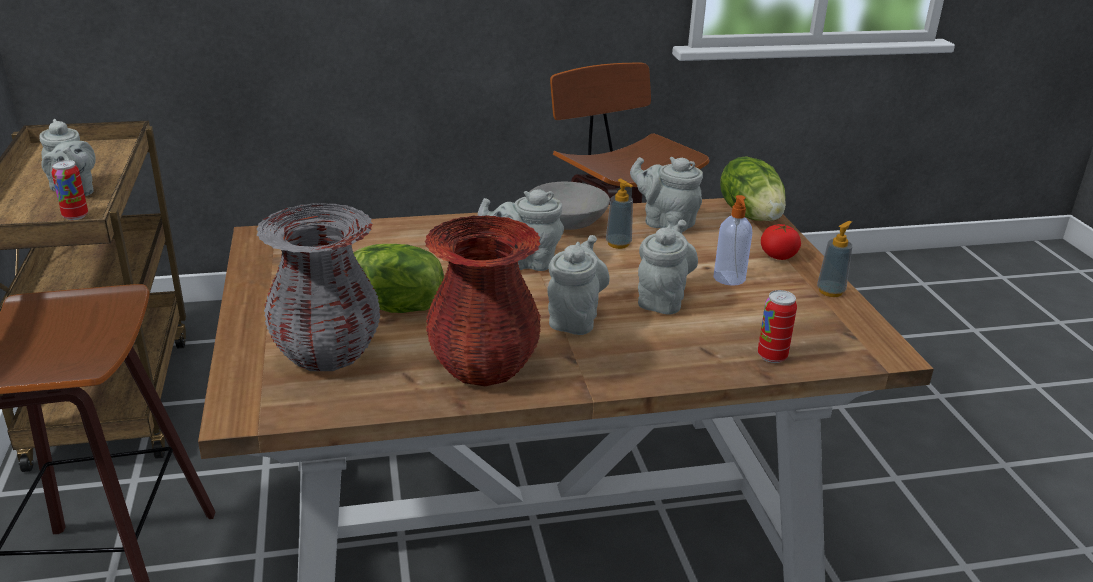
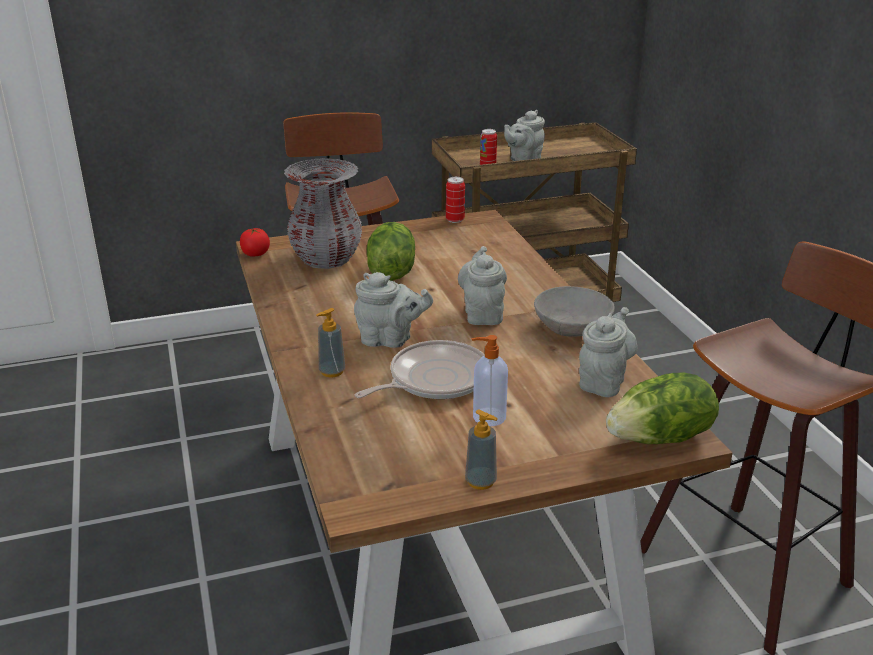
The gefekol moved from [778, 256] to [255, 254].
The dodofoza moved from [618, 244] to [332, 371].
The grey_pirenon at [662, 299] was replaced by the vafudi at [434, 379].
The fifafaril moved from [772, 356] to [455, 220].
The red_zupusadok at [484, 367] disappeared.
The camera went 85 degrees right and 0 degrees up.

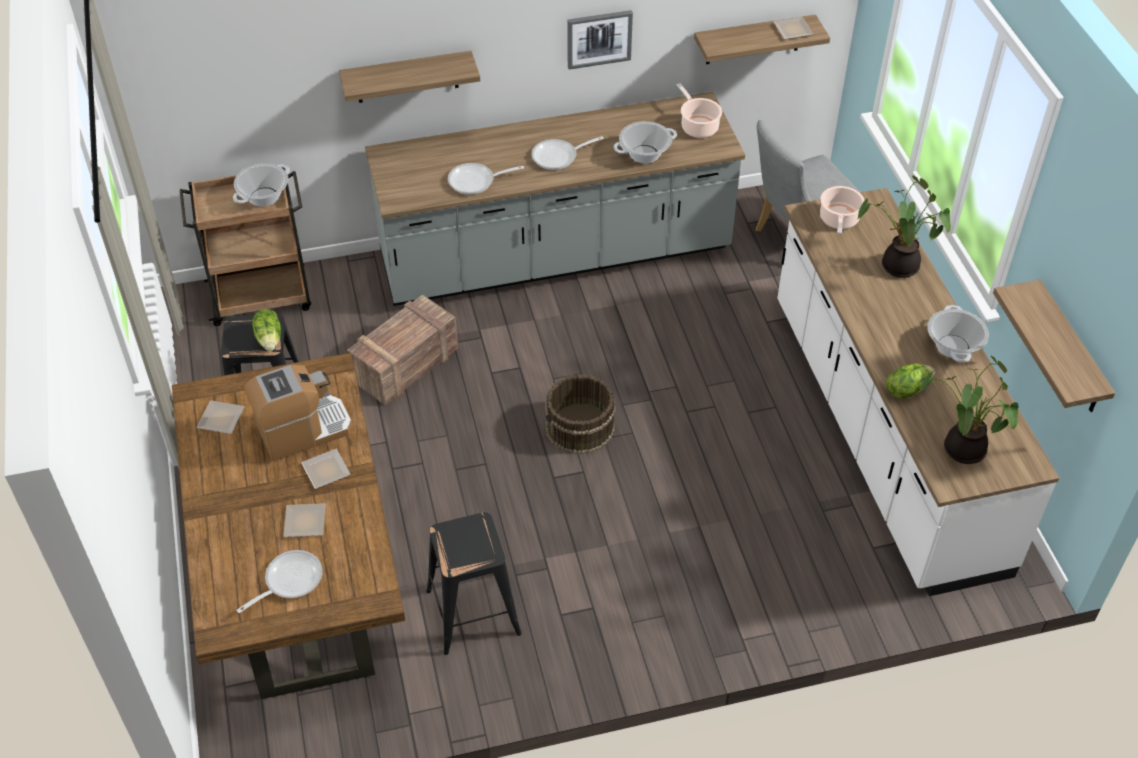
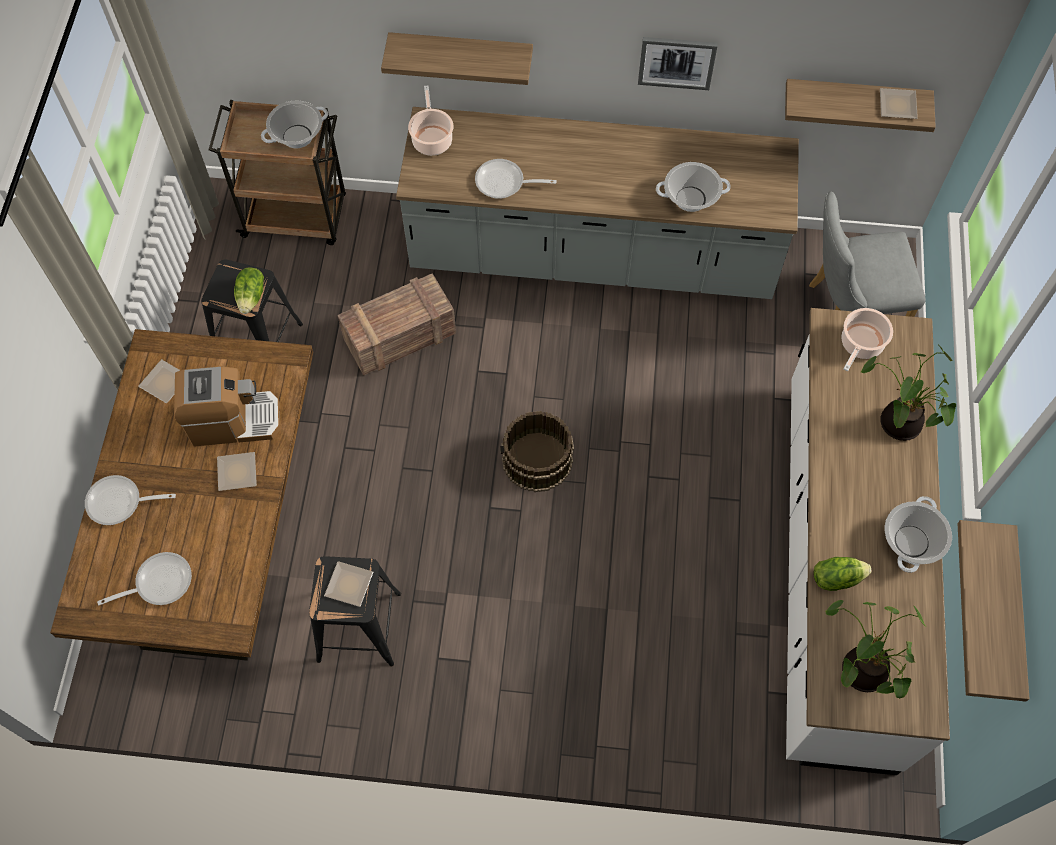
The vafudi moved from [558, 157] to [120, 503].
The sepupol moved from [303, 523] to [347, 585].
The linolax moved from [698, 126] to [432, 139].
The camera went 20 degrees right and 15 degrees up.

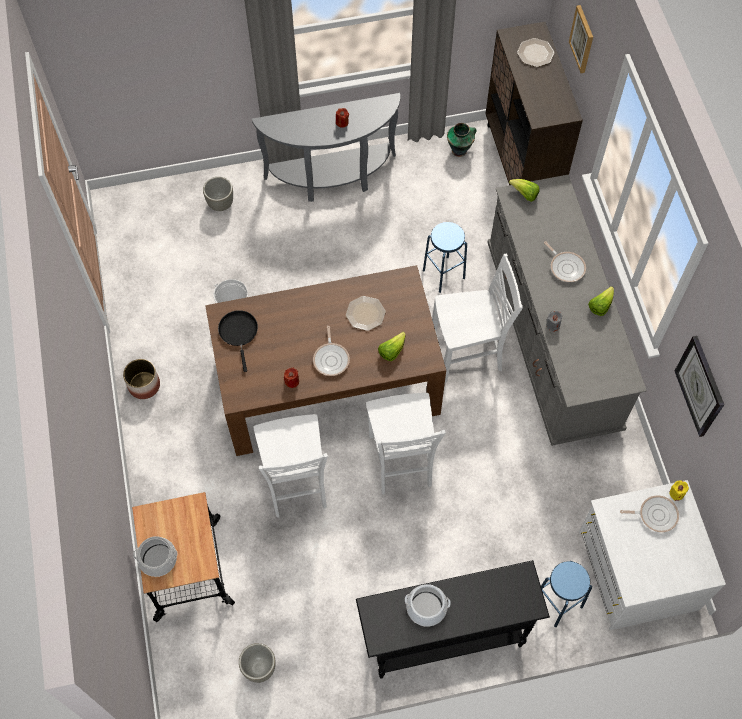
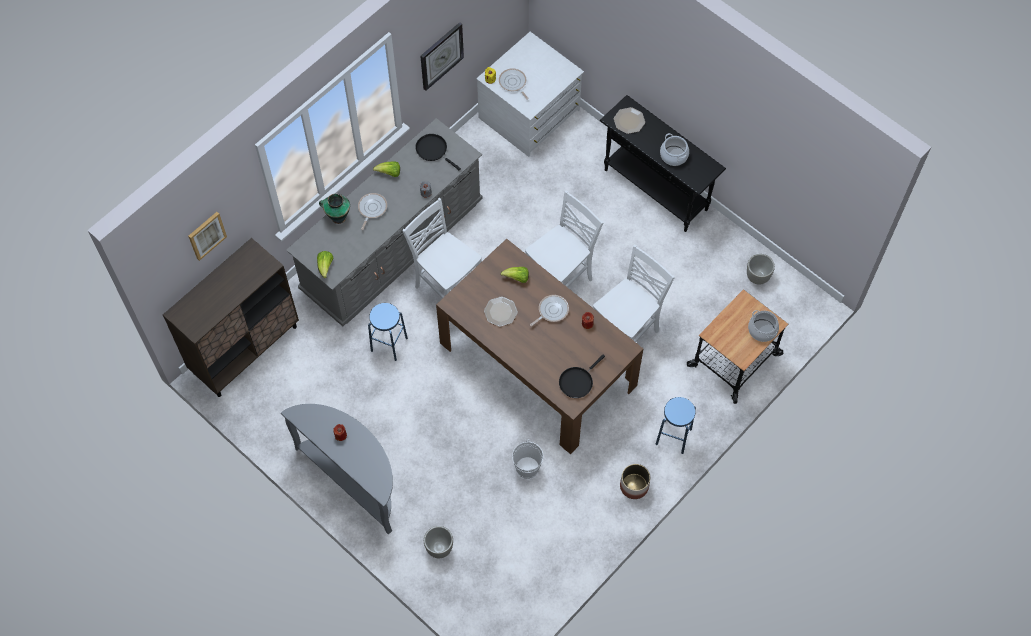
The zupusadok moved from [460, 150] to [338, 217].
The black_vafudi at [433, 150] appeared.
The sepupol moved from [536, 53] to [629, 120].
The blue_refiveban moved from [557, 602] to [673, 436].
The camera went 125 degrees left and 0 degrees up.

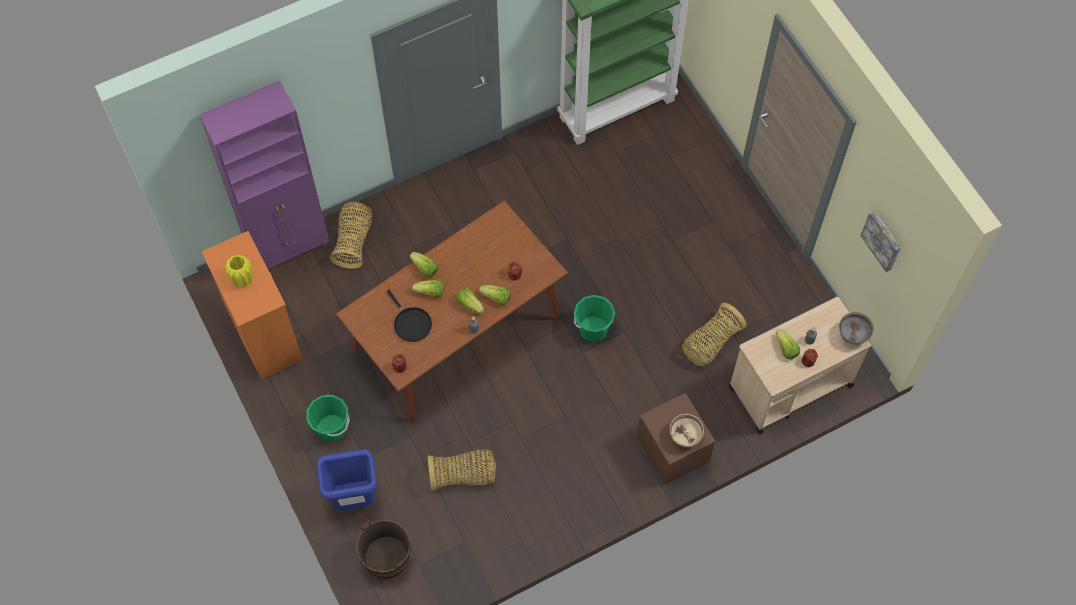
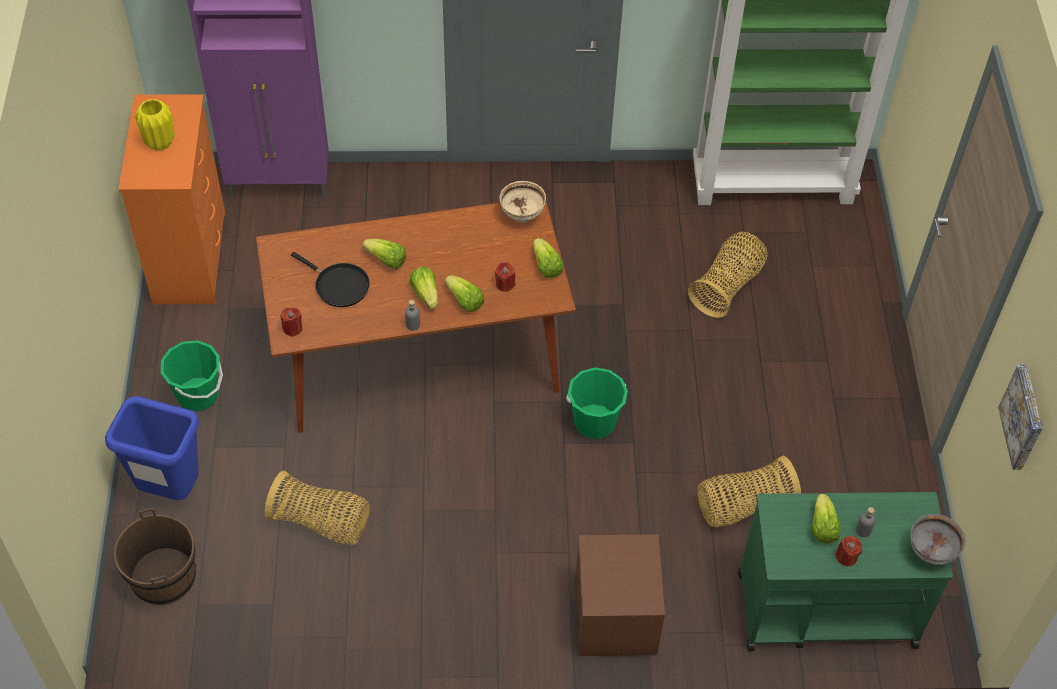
The black_vafudi at [411, 323] turned 45 degrees counterclockwise.
The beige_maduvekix moved from [684, 437] to [521, 215].
The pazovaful moved from [425, 268] to [546, 266].
The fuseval moved from [354, 241] to [727, 286].
The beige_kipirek at [789, 386] became the green_kipirek at [825, 609].
The camera went 25 degrees right and 10 degrees down.

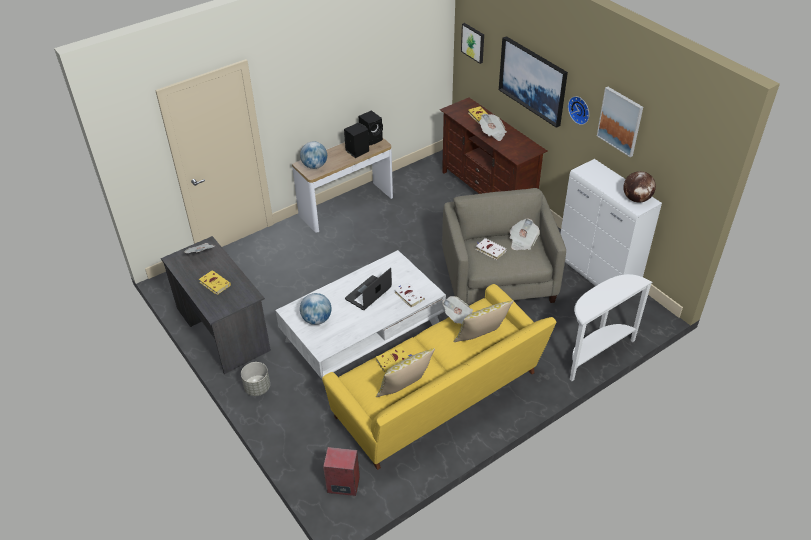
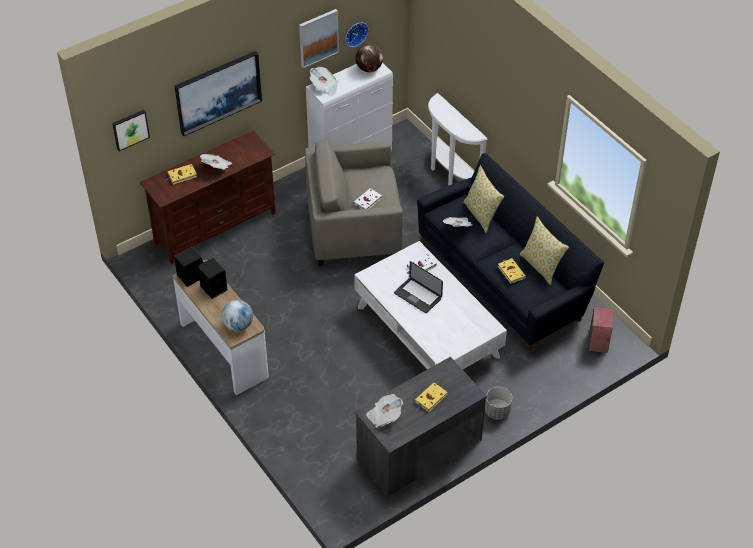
The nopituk moved from [522, 241] to [324, 86].
The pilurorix moved from [580, 109] to [355, 33].
The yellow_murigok at [440, 398] became the black_murigok at [503, 277].
The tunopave at [317, 319] disappeared.
The camera went 90 degrees left and 5 degrees up.

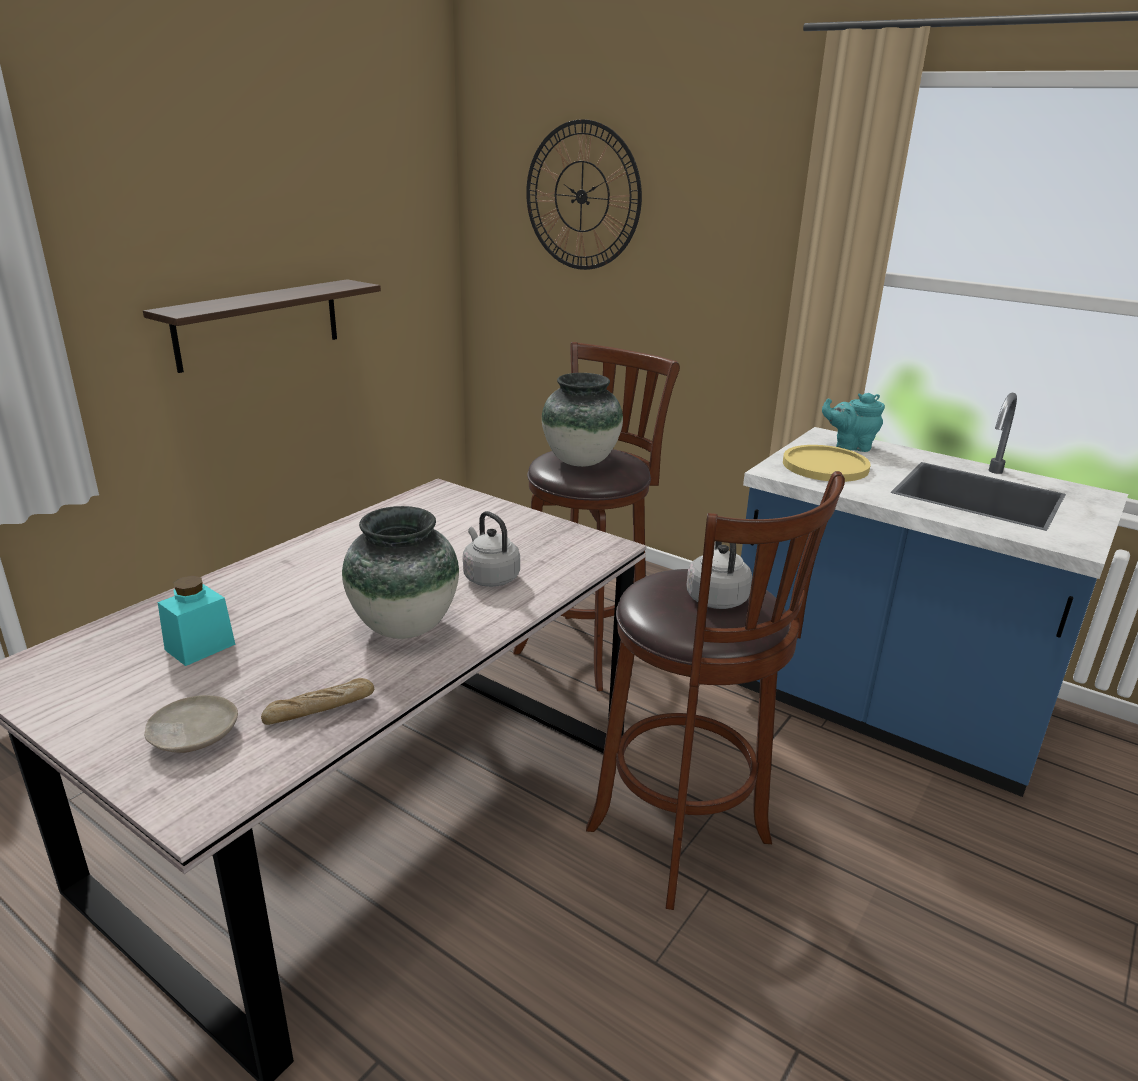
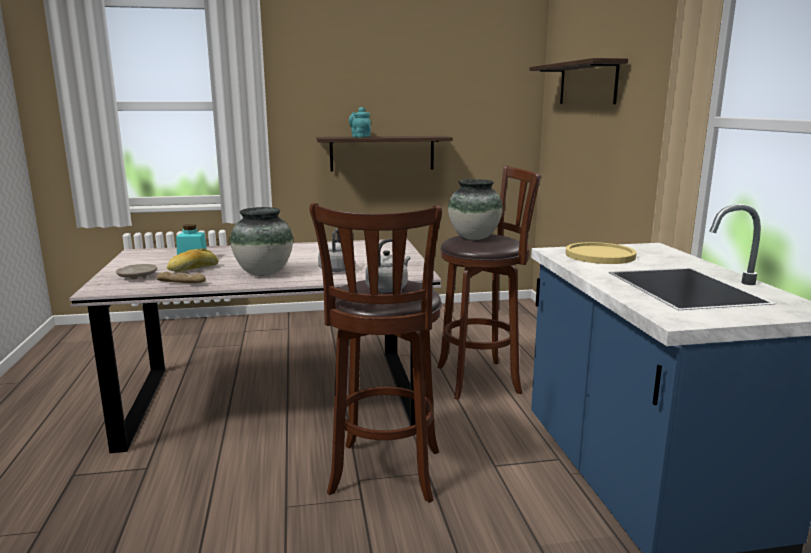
The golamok at [193, 269] appeared.
The turquoise_pirenon moved from [850, 446] to [360, 137].
The pilurorix at [582, 196] was replaced by the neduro at [587, 83].
The camera went 45 degrees right and 10 degrees down.

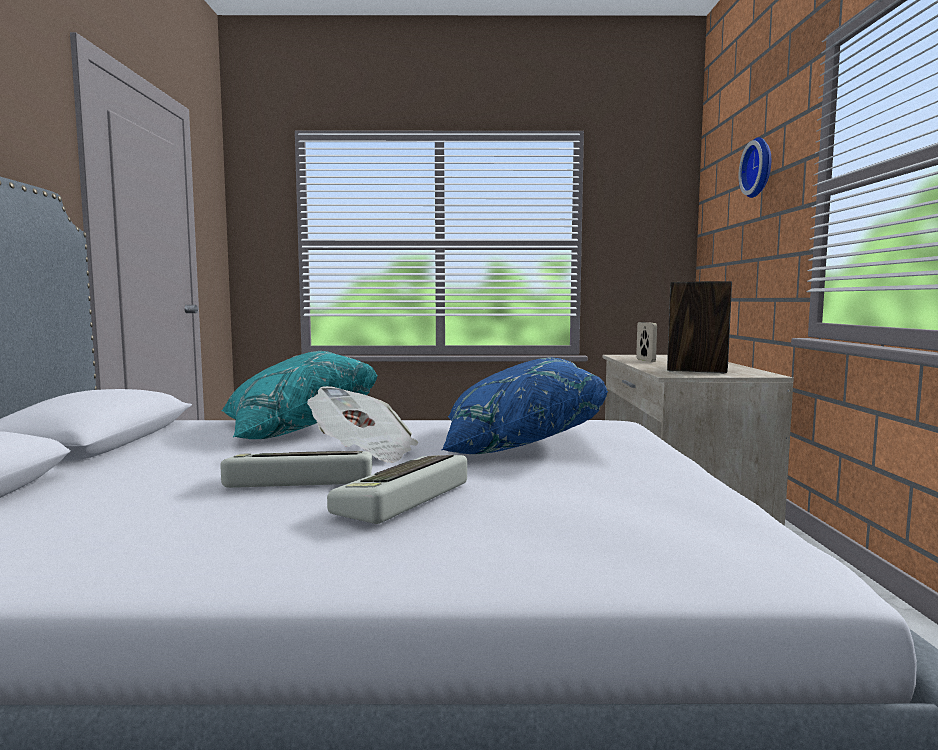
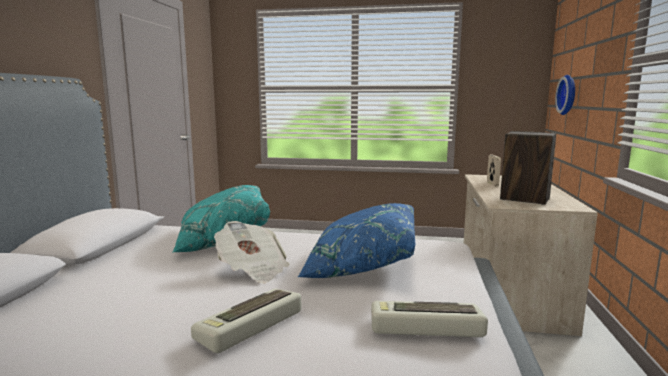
The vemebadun moved from [298, 480] to [425, 327].
The pilurorix moved from [760, 168] to [569, 95].
The camera went 10 degrees right and 5 degrees up.

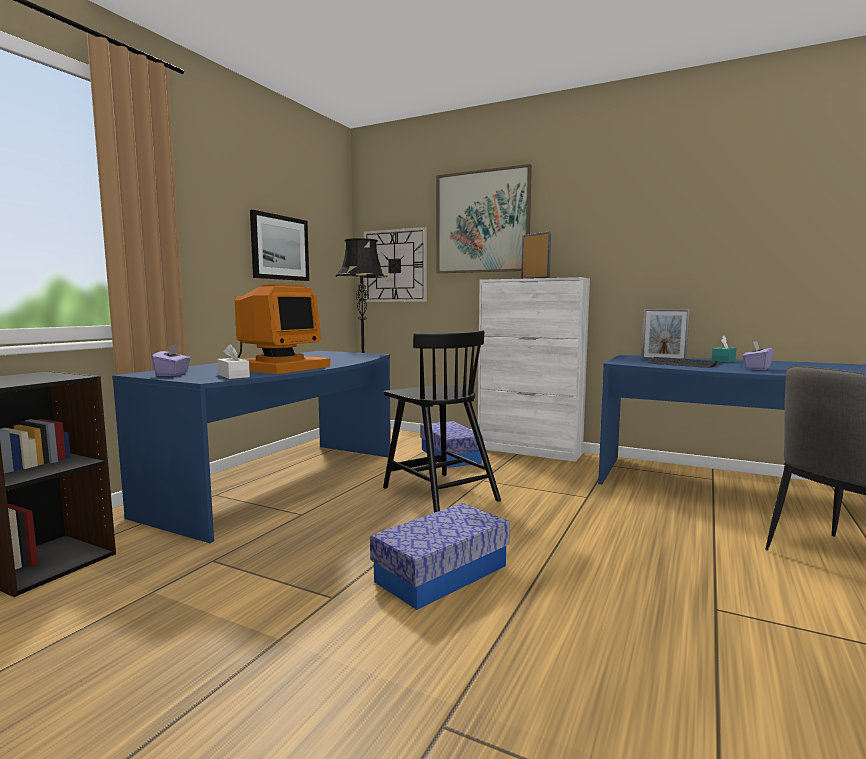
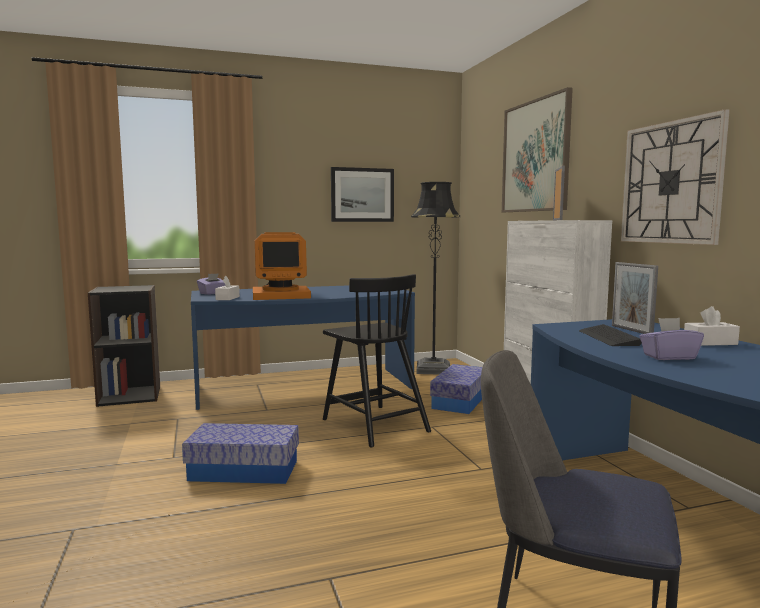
The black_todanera at [439, 493] turned 45 degrees counterclockwise.
The pilurorix moved from [395, 266] to [671, 183].
The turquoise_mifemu at [723, 361] became the white_mifemu at [710, 343].
The camera went 45 degrees right and 0 degrees up.

